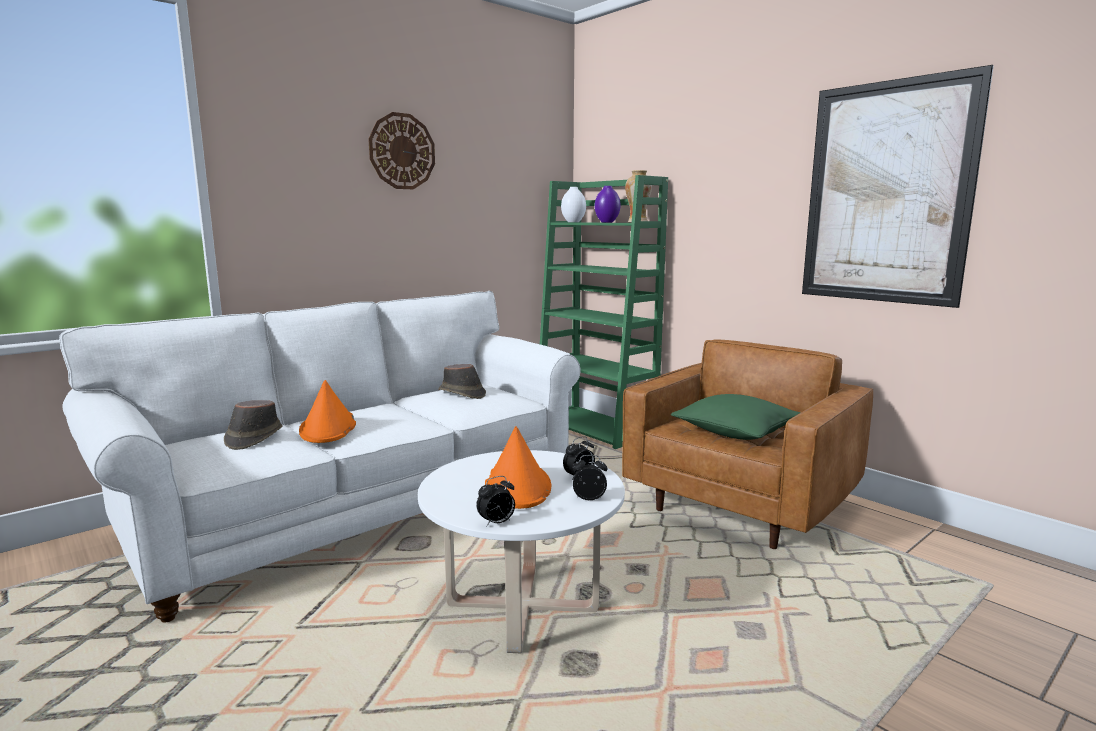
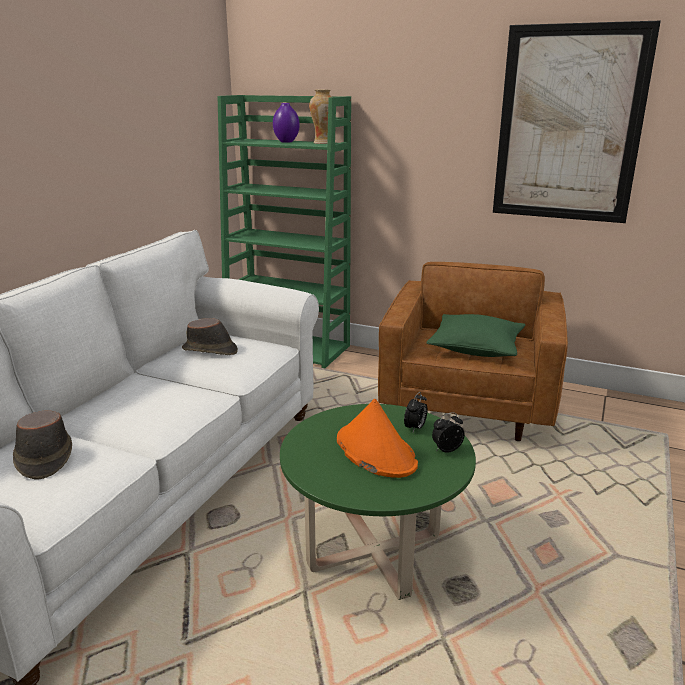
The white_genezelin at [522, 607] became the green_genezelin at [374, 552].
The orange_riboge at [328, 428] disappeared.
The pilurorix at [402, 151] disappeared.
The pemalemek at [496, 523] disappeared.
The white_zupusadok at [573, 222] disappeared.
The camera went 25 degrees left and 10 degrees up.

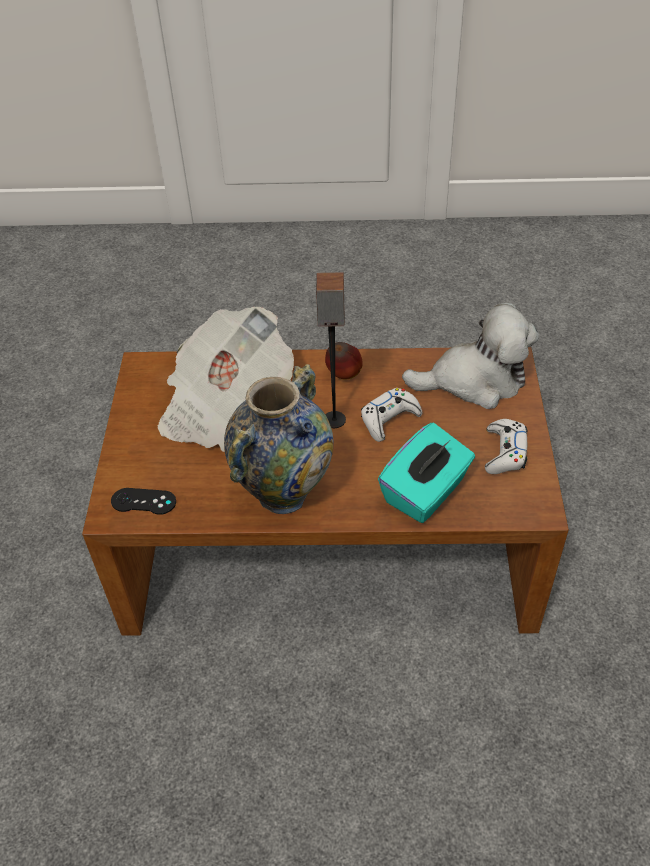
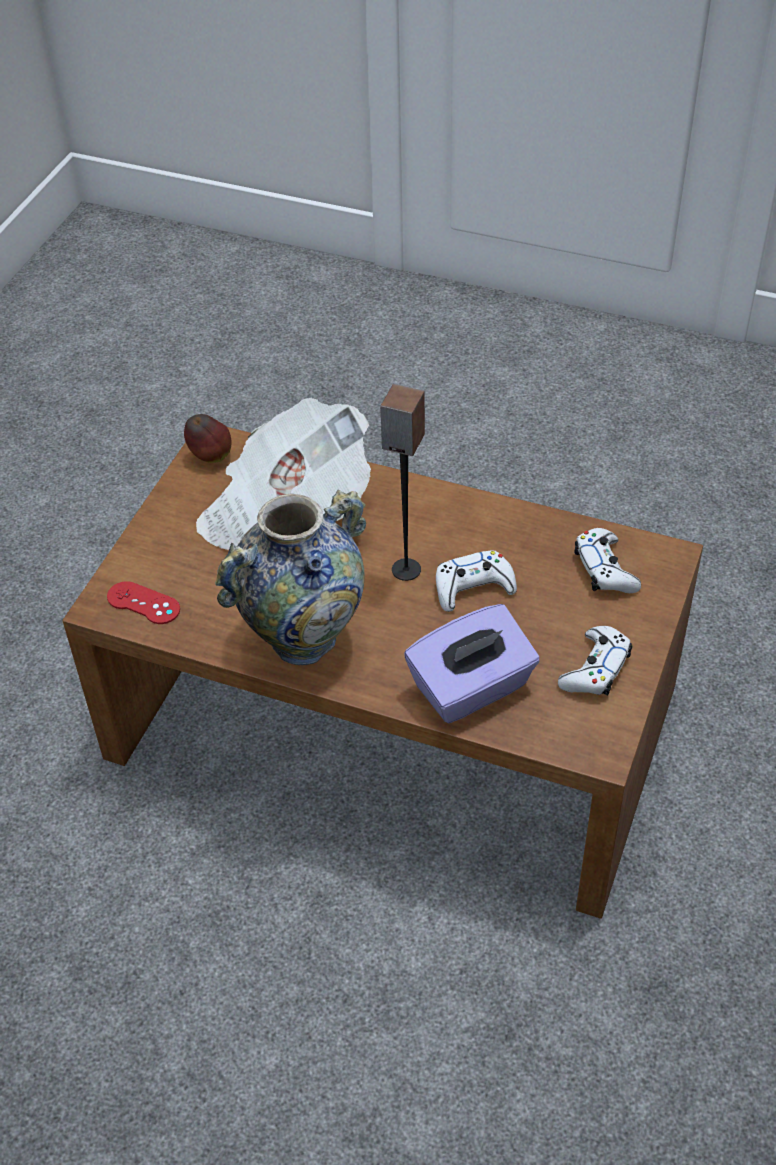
The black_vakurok at [143, 501] became the red_vakurok at [143, 603].
The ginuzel moved from [344, 375] to [210, 457].
The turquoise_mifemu at [425, 492] became the purple_mifemu at [472, 688].
The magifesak at [475, 381] was replaced by the white_vakurok at [605, 569].
The camera went 20 degrees right and 0 degrees up.

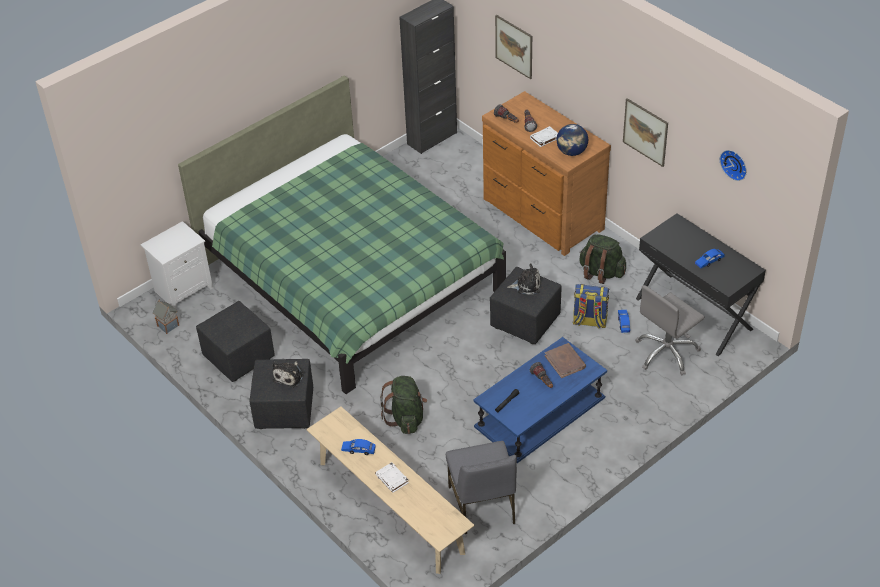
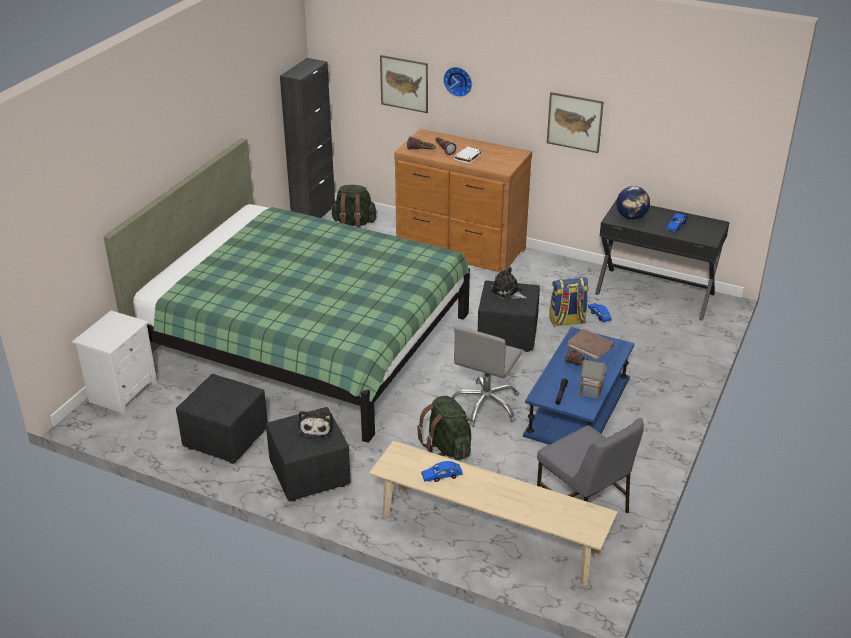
The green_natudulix moved from [601, 272] to [354, 224].
The pilurorix moved from [735, 164] to [458, 81].
The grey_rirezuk moved from [666, 353] to [486, 405].
The magifesak at [526, 285] turned 120 degrees counterclockwise.
The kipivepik moved from [168, 326] to [592, 391].
The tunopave moved from [571, 152] to [631, 217].
The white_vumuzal at [392, 479] disappeared.
The camera went 25 degrees left and 10 degrees down.

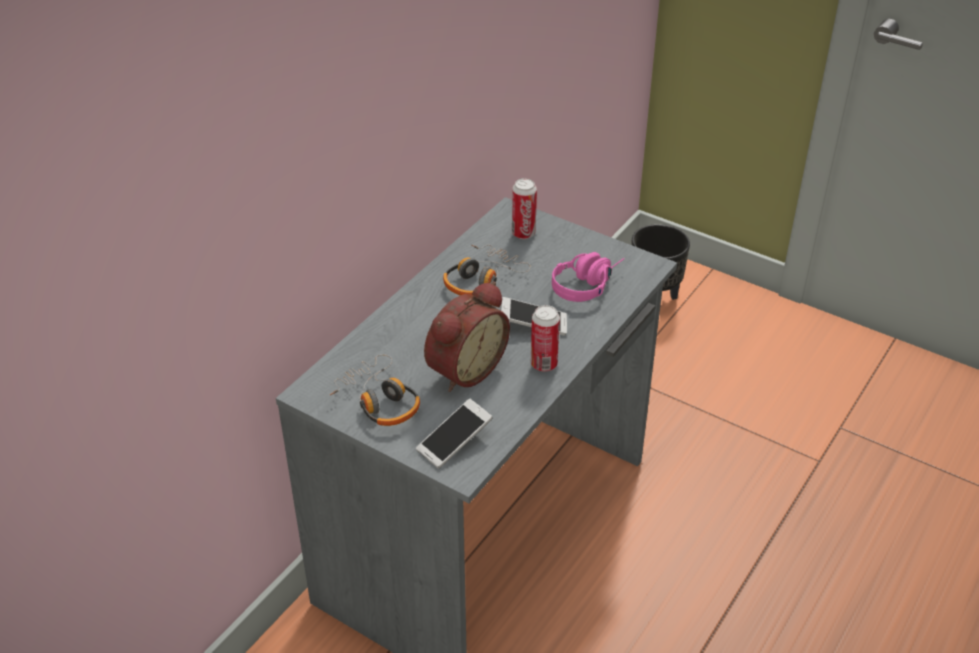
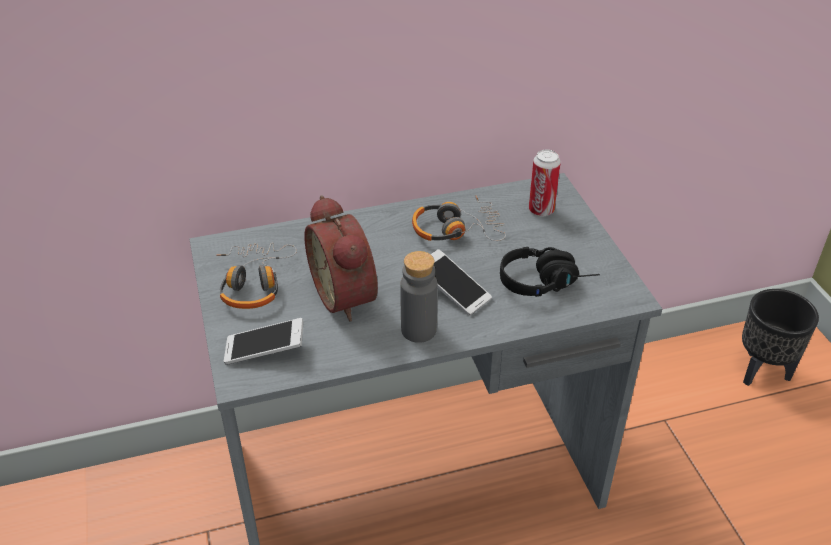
The pemalemek at [463, 369] turned 75 degrees clockwise.
The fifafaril at [544, 364] was replaced by the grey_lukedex at [418, 330].
The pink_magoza at [587, 284] became the black_magoza at [546, 282].
The camera went 40 degrees right and 0 degrees up.

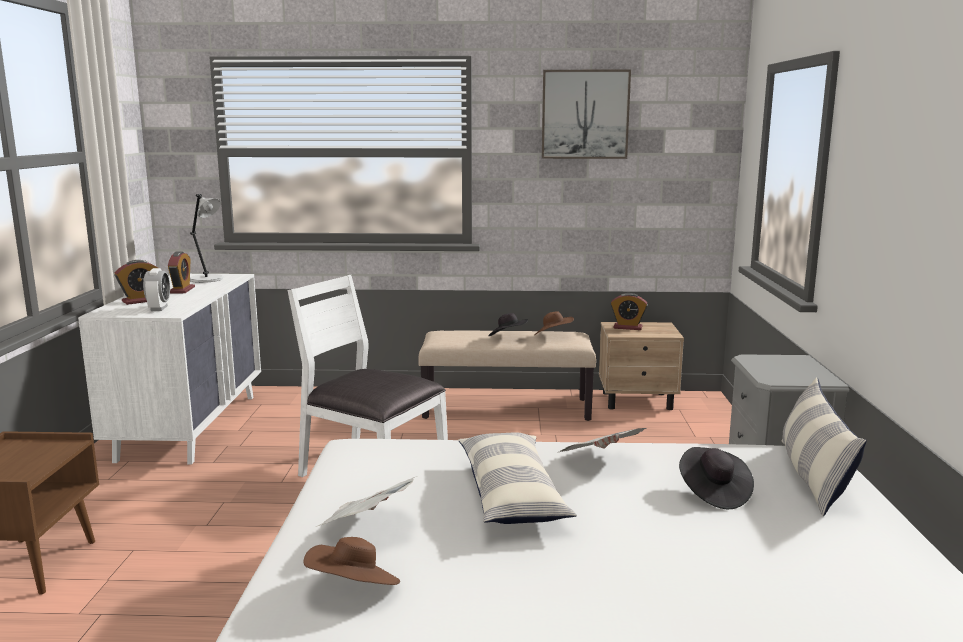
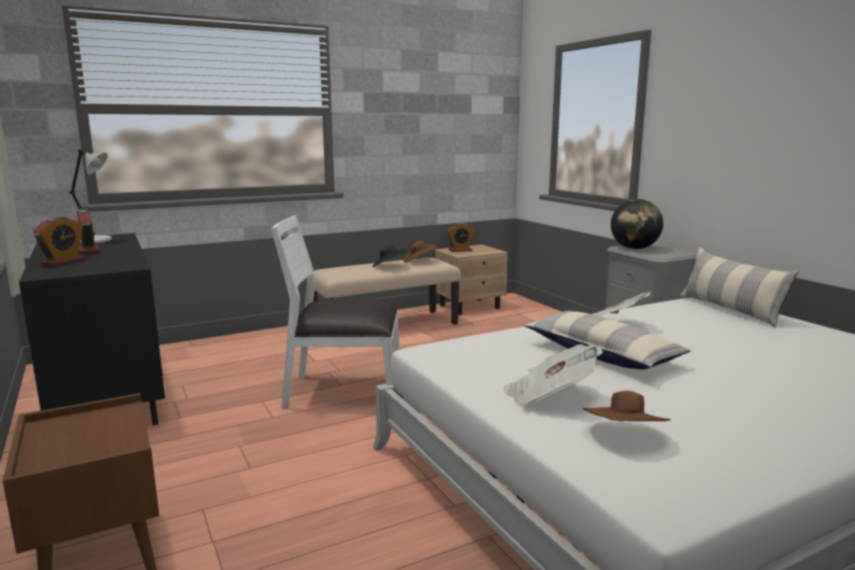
The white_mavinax at [190, 426] became the black_mavinax at [107, 394].
The tunopave at [634, 248] appeared.
The pemalemek at [159, 308] disappeared.
The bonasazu at [585, 114] disappeared.
The black_riboge at [713, 493] disappeared.
The camera went 30 degrees left and 0 degrees up.

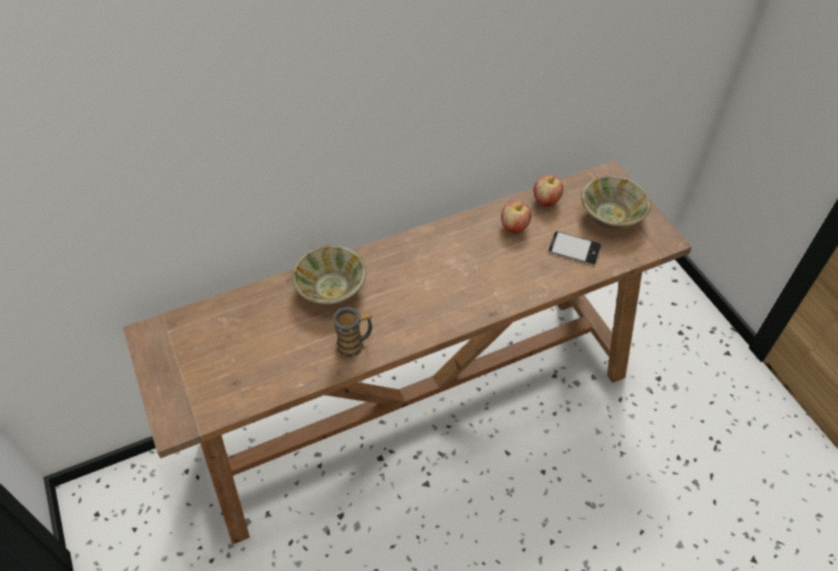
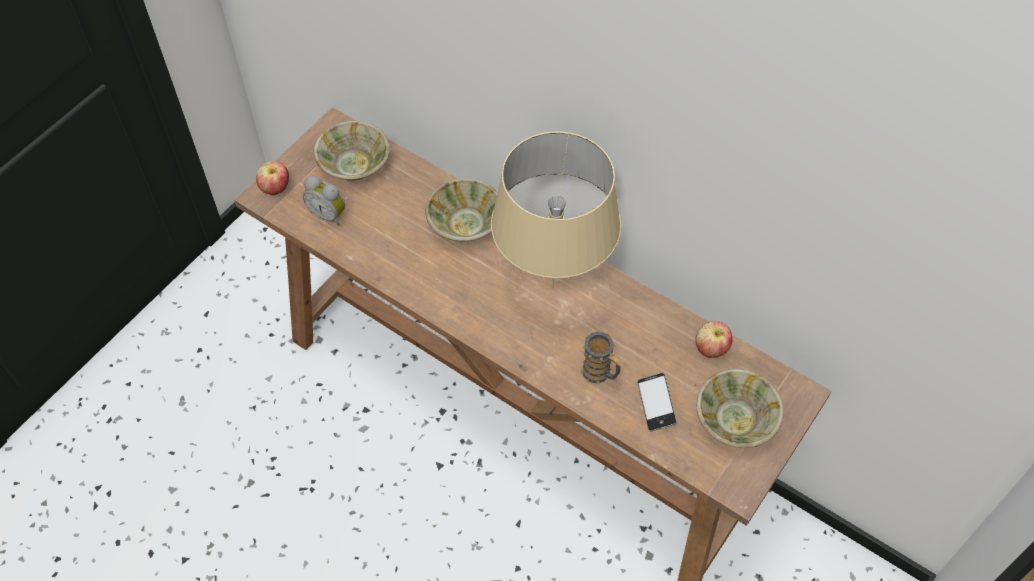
The ginuzel moved from [514, 227] to [275, 188].
The pemalemek at [329, 214] appeared.
The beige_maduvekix at [354, 166] appeared.
The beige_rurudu at [553, 288] appeared.
The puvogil moved from [355, 344] to [600, 374].
The camera went 60 degrees right and 5 degrees up.

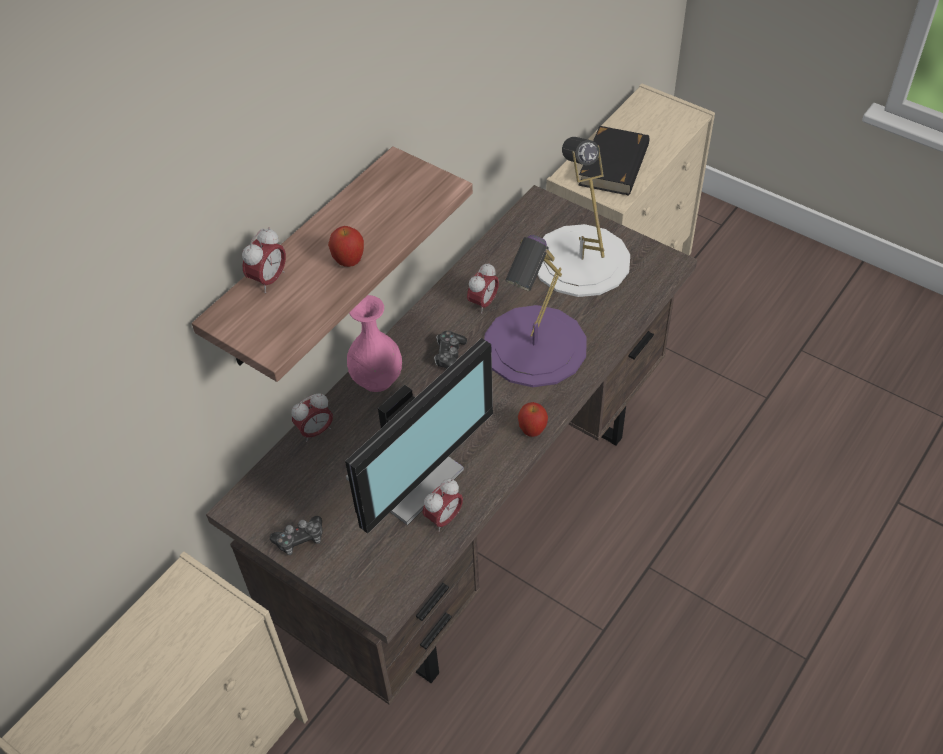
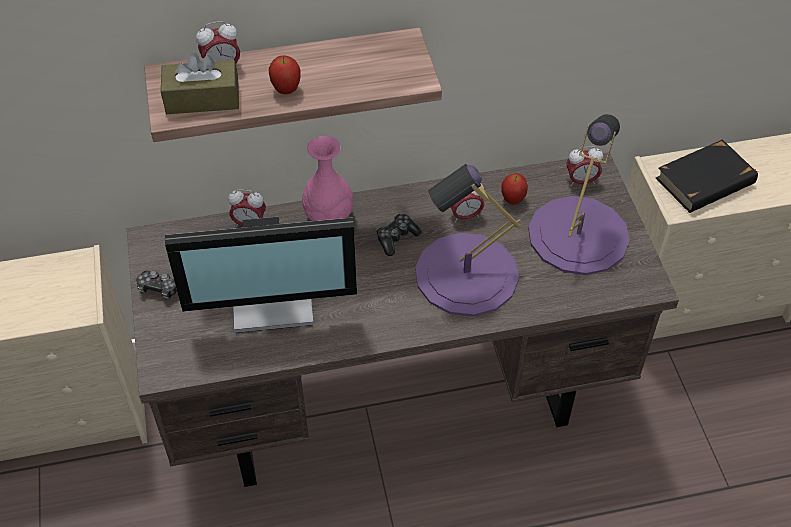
The brown_mifemu at [202, 99] appeared.
The ginuzel moved from [532, 431] to [512, 200].
The white_rurudu at [580, 260] became the purple_rurudu at [578, 235].
The pemalemek moved from [444, 518] to [581, 181].
The camera went 40 degrees right and 0 degrees up.

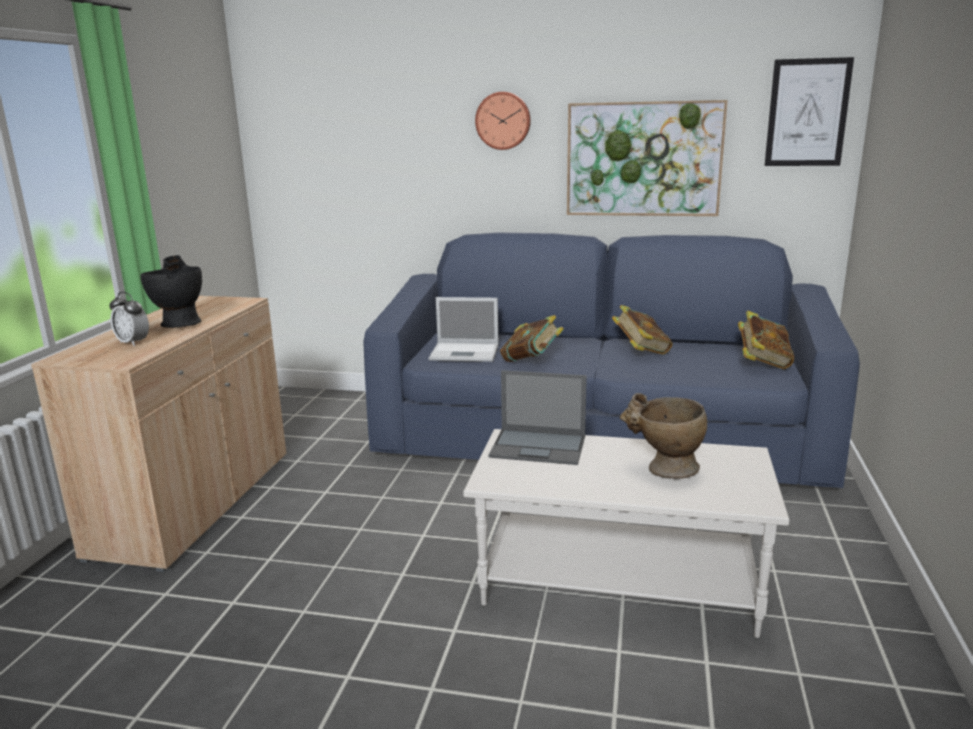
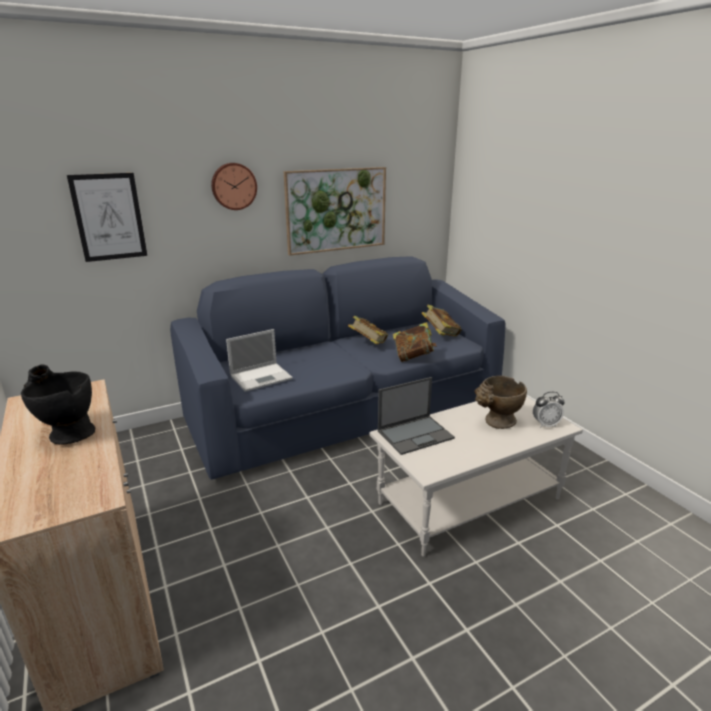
The bonasazu moved from [807, 113] to [109, 217].
The vumuzal moved from [531, 361] to [413, 357].
The pemalemek moved from [133, 343] to [545, 424].
The camera went 40 degrees left and 5 degrees up.

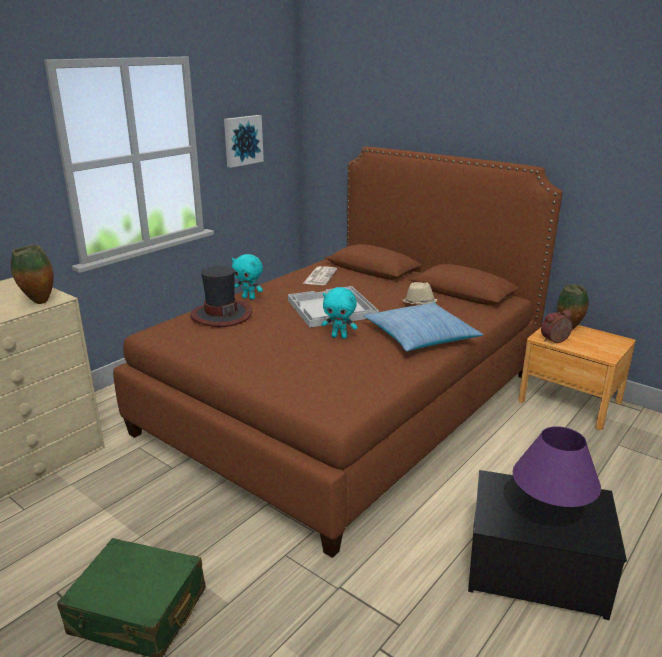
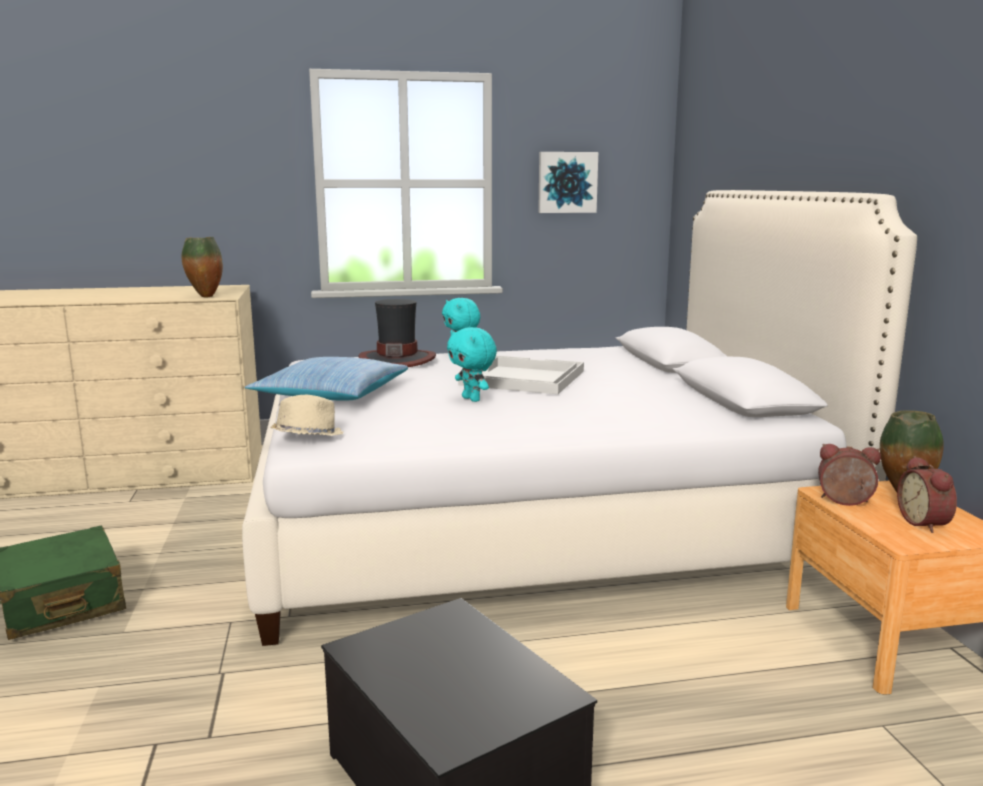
The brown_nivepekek at [345, 402] became the white_nivepekek at [533, 524].
The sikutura moved from [420, 336] to [331, 394].
The beige_riboge moved from [419, 304] to [307, 436].
The pemalemek at [925, 523] appeared.
The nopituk at [320, 276] disappeared.
The purple_rurudu at [549, 514] disappeared.
The camera went 40 degrees right and 10 degrees down.

